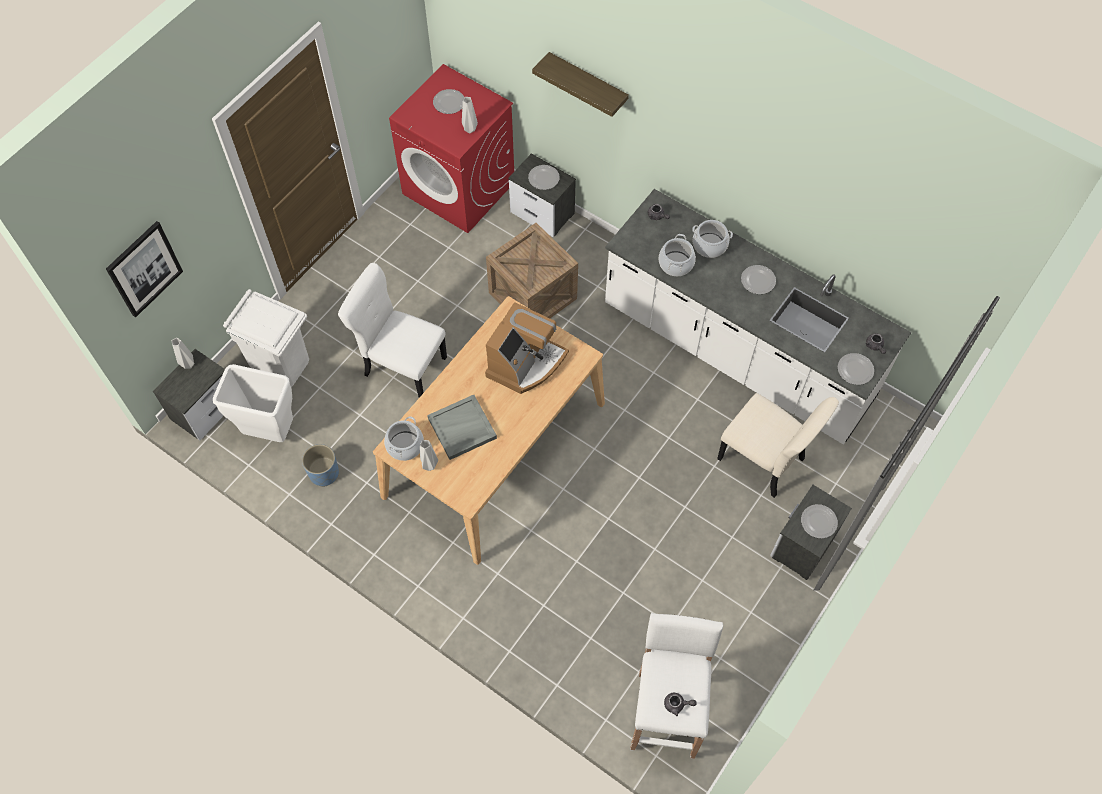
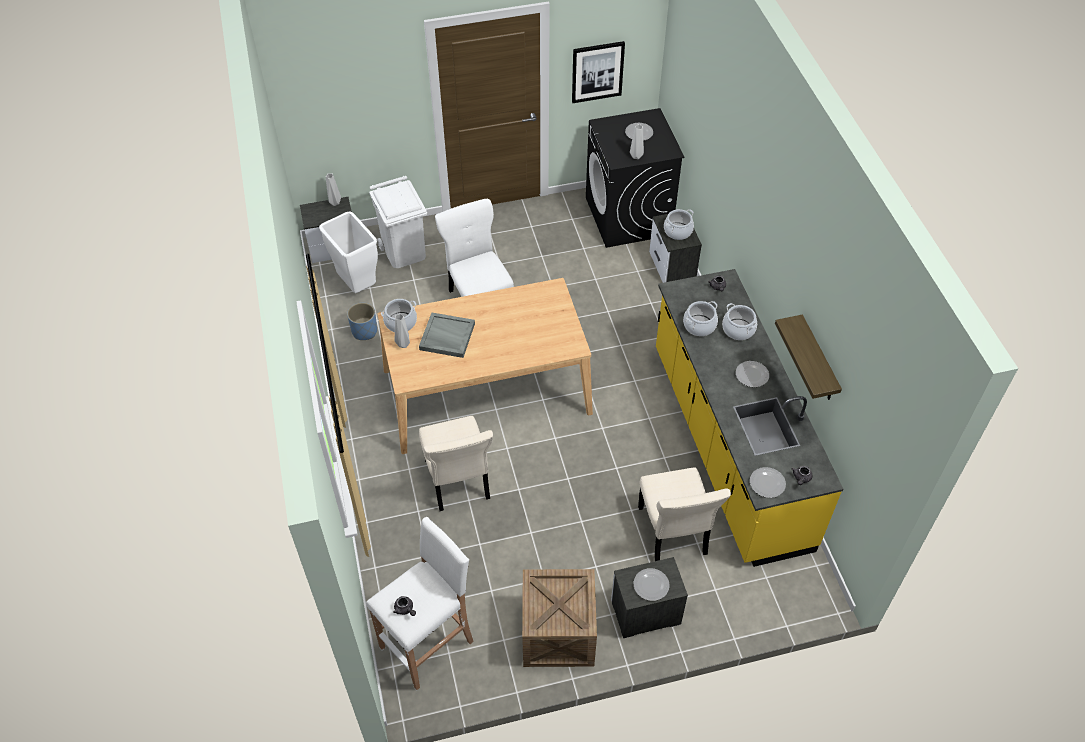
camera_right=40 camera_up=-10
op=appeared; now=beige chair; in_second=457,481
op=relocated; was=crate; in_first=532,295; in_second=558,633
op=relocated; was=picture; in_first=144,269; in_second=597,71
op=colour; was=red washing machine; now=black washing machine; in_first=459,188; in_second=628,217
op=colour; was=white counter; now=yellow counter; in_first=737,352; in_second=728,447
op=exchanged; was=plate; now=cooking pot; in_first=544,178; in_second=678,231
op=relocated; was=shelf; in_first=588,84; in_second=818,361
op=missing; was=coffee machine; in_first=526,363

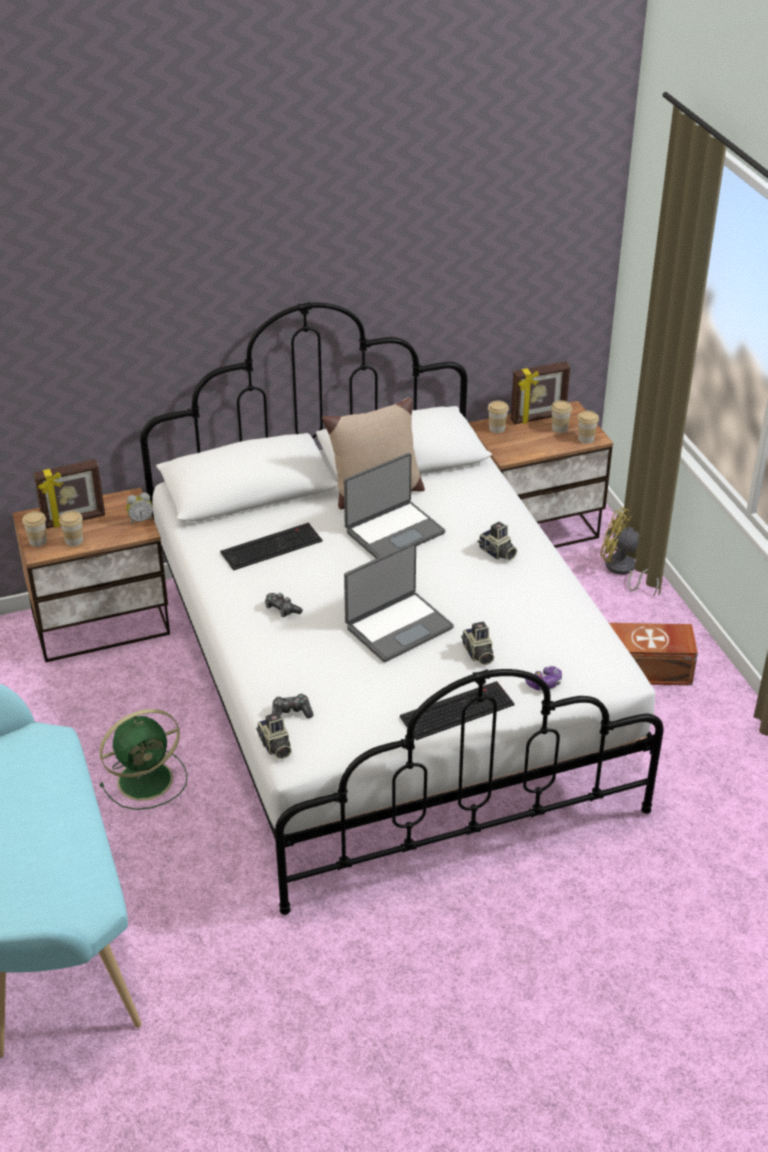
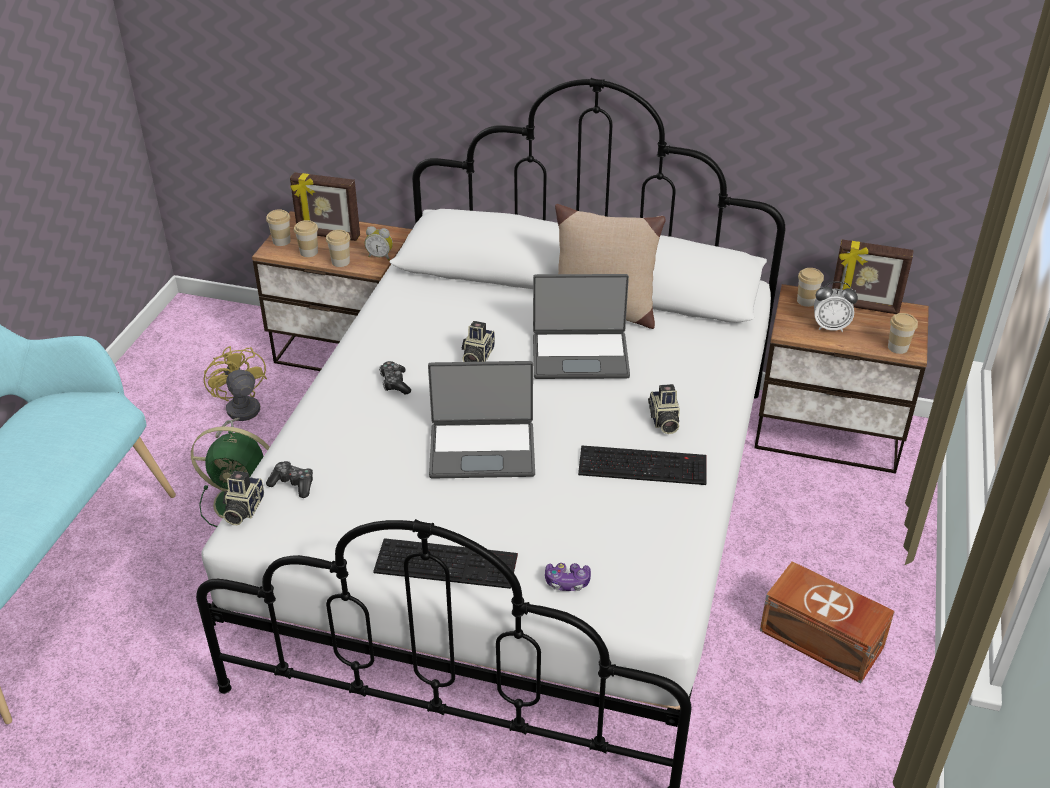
camera_right=35 camera_up=0
op=relocated; was=yellow fan; in_first=622,570; in_second=239,416
op=relocated; was=cup; in_first=559,428; in_second=340,262
op=relocated; was=photo camera; in_first=477,654; in_second=476,356
op=relocated; was=keyboard; in_first=272,546; in_second=644,465
op=appeared; now=alarm clock; in_second=830,327

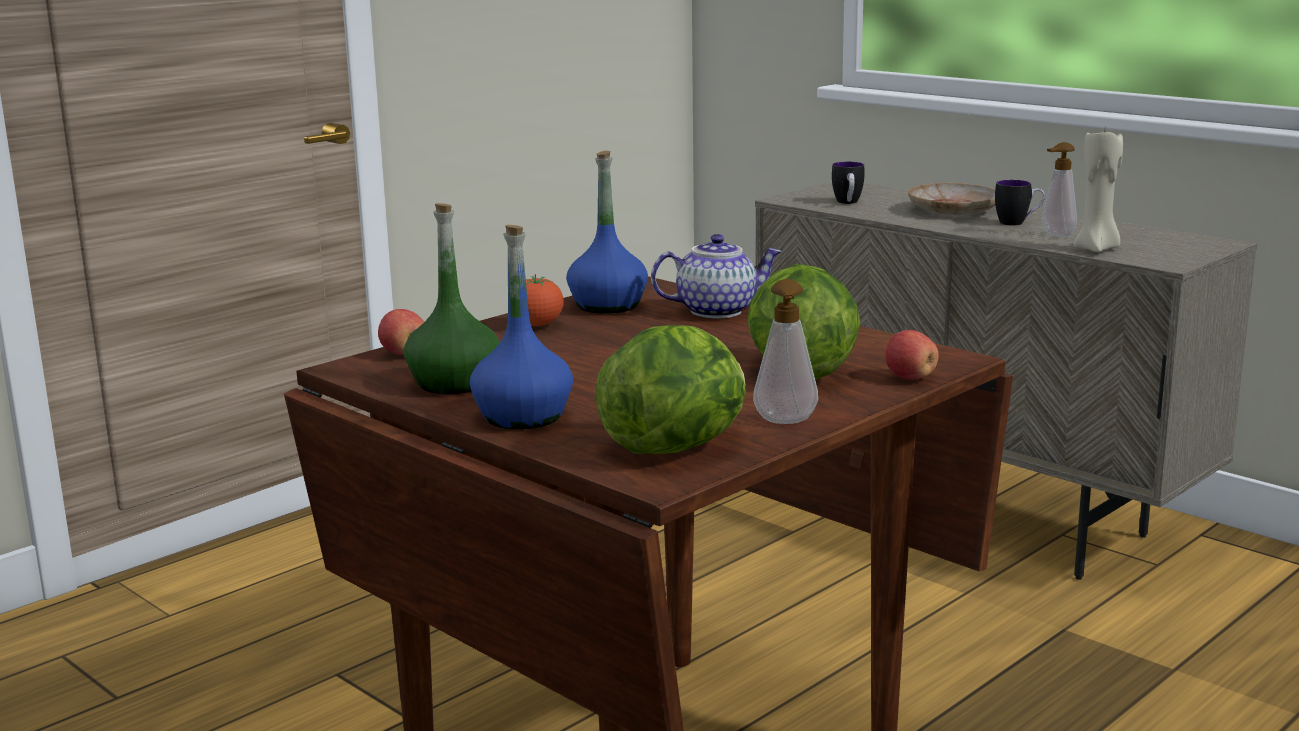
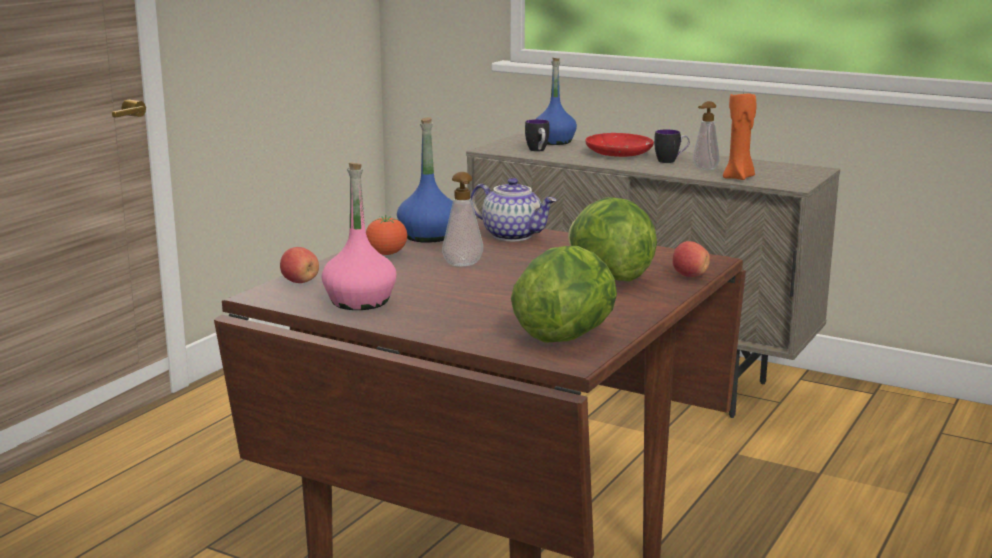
camera_right=-15 camera_up=0
op=colour; was=green bottle; now=pink bottle; in_first=454,383; in_second=360,301
op=relocated; was=soap dispenser; in_first=785,422; in_second=463,265
op=spun; was=teapot; in_first=717,310; in_second=513,235; clockwise=60
op=relocated; was=blue bottle; in_first=523,416; in_second=554,141
op=colour; was=beige plate; now=red plate; in_first=954,210; in_second=619,153
op=colour; was=beige candle; now=orange candle; in_first=1097,249; in_second=739,178

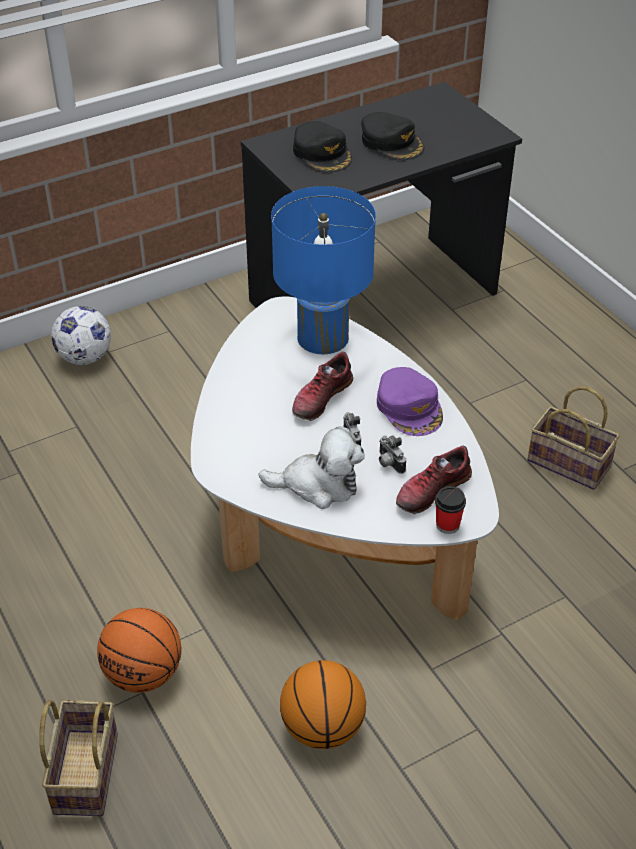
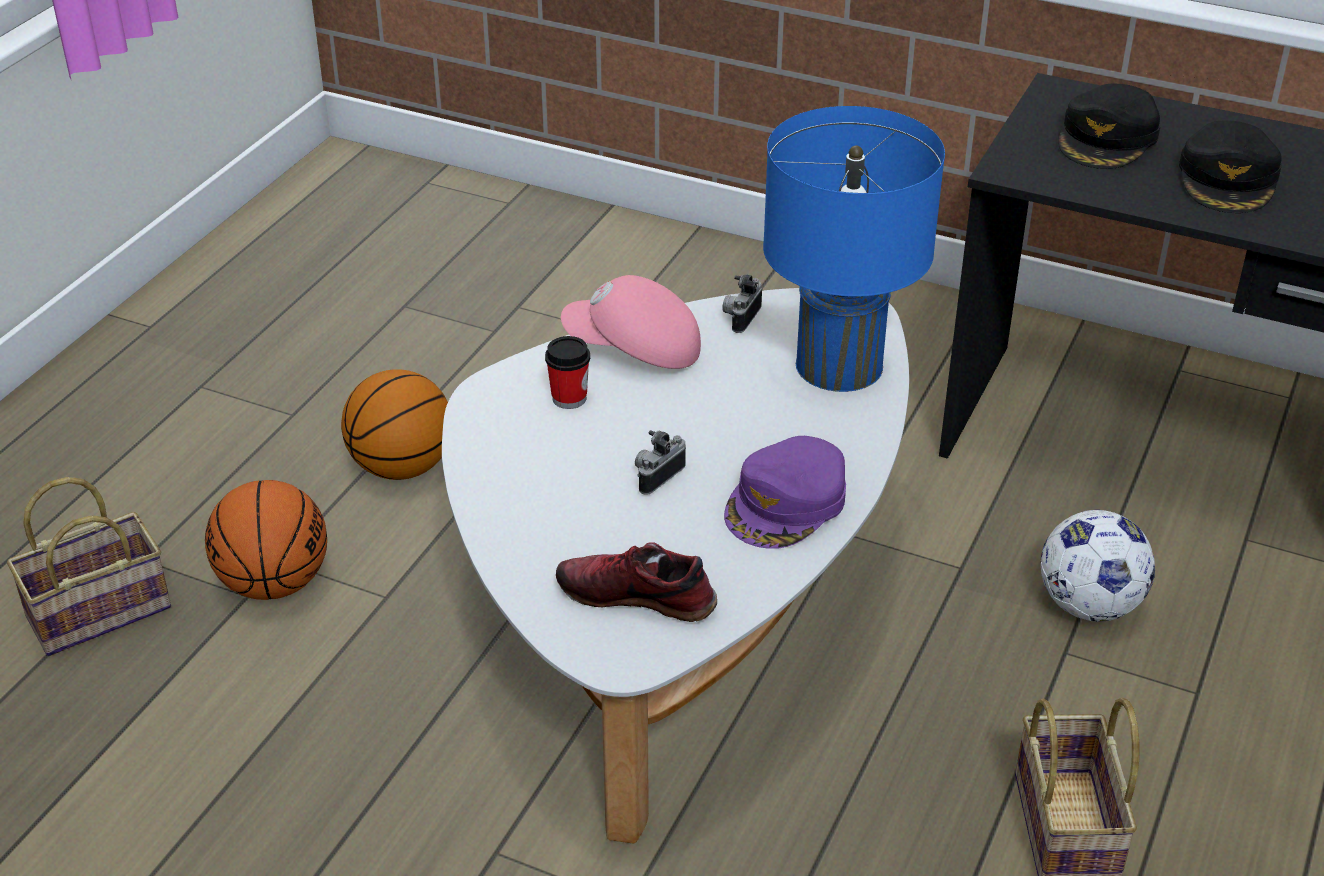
camera_right=55 camera_up=-5
op=relocated; was=basketball; in_first=322,728; in_second=401,467
op=relocated; was=cup; in_first=447,525; in_second=569,398
op=appeared; now=pink cap; in_second=634,350
op=relocated; was=photo camera; in_first=388,463; in_second=740,317
op=relocated; was=football; in_first=85,357; in_second=1089,606
op=missing; was=plush toy; in_first=318,485
op=missing; was=shoe; in_first=321,397

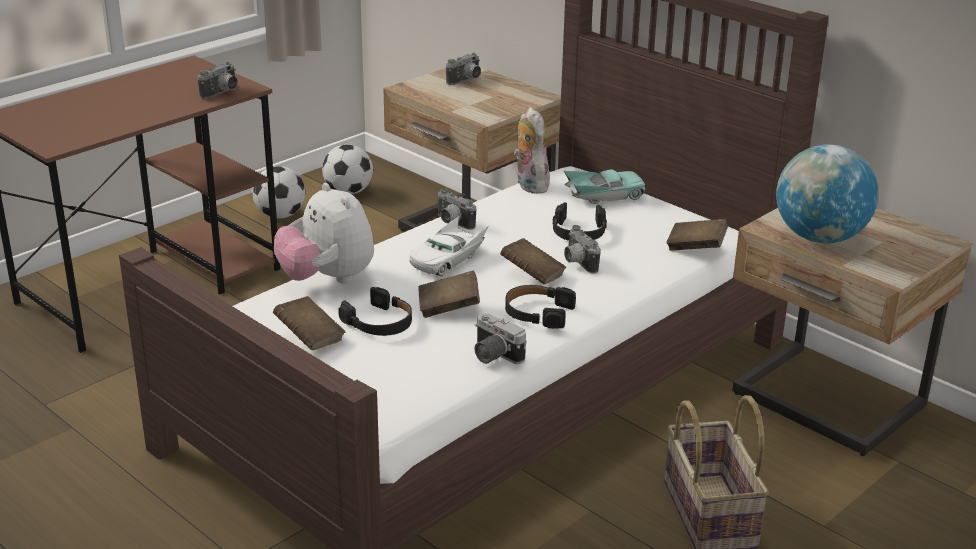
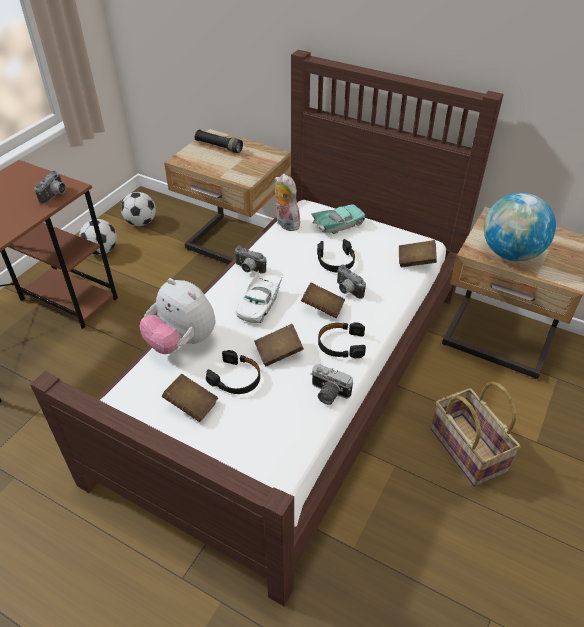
camera_right=-15 camera_up=15
op=exchanged; was=photo camera; now=black flashlight; in_first=466,81; in_second=219,147

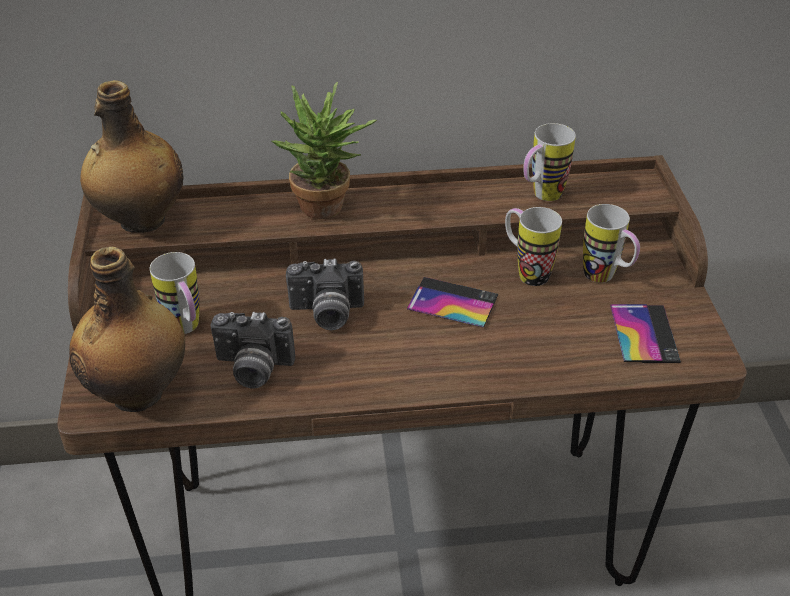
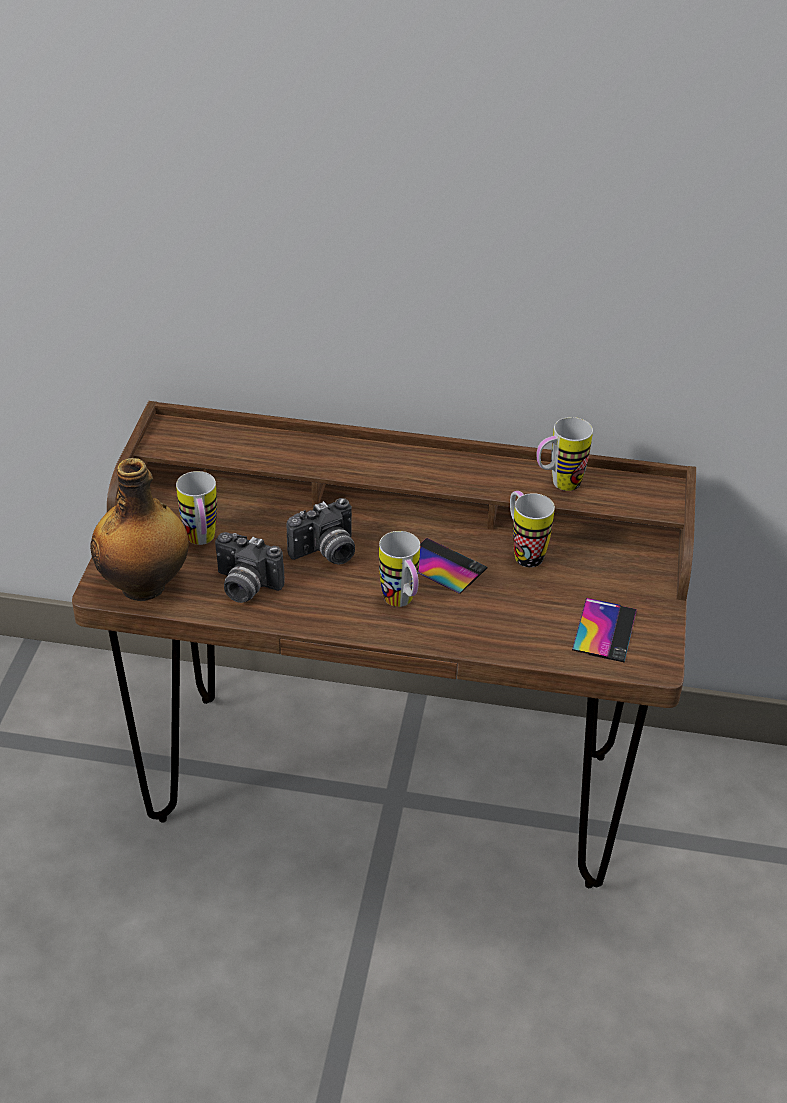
camera_right=15 camera_up=0
op=spun; was=photo camera; in_first=326,314; in_second=326,553; clockwise=-45
op=relocated; was=mug; in_first=606,278; in_second=402,603
op=missing; was=bottle; in_first=141,221
op=missing; was=potted plant; in_first=327,211

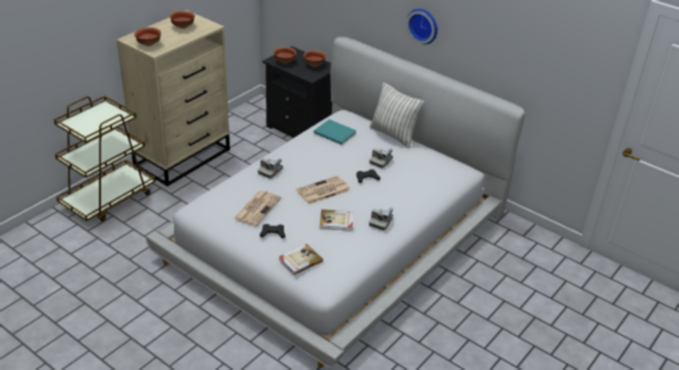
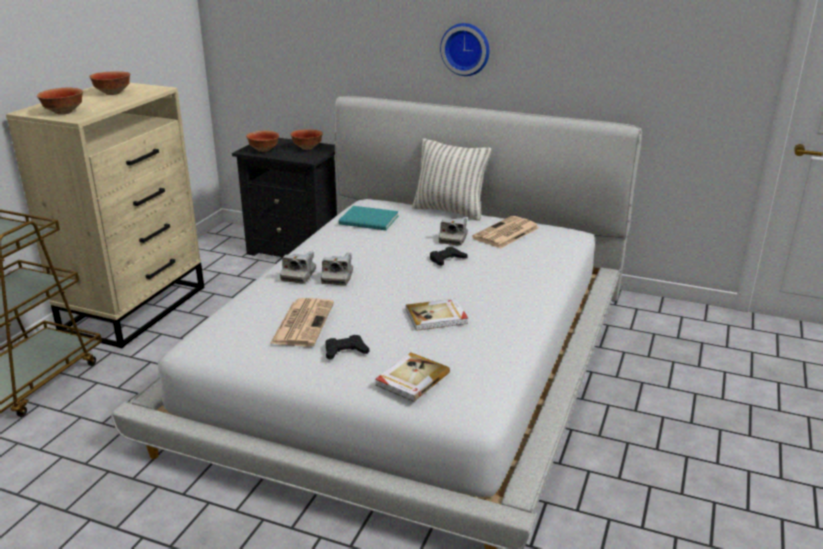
camera_right=-15 camera_up=-10
op=relocated; was=photo camera; in_first=381,222; in_second=337,277
op=relocated; was=newspaper; in_first=323,191; in_second=506,233

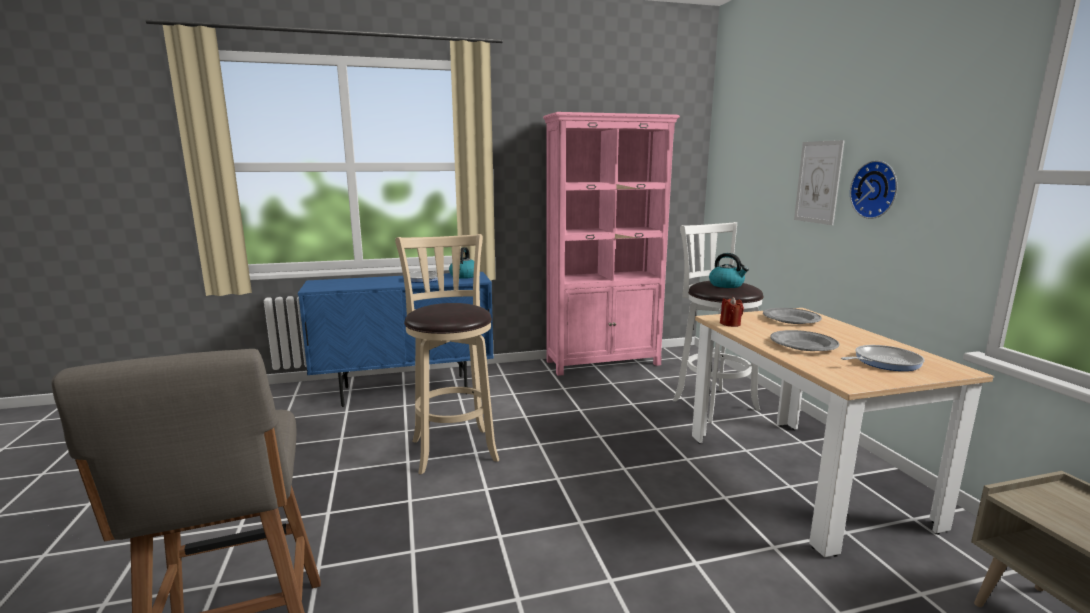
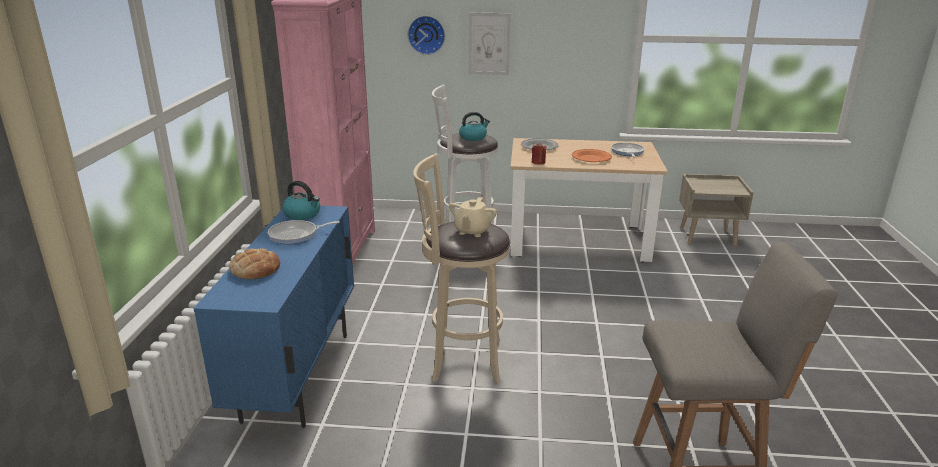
camera_right=-70 camera_up=10
op=appeared; now=bread; in_second=255,269
op=relocated; was=wall clock; in_first=876,189; in_second=426,34
op=appeared; now=beige teapot; in_second=472,231
op=colour; was=grey plate; now=orange plate; in_first=803,345; in_second=591,158

